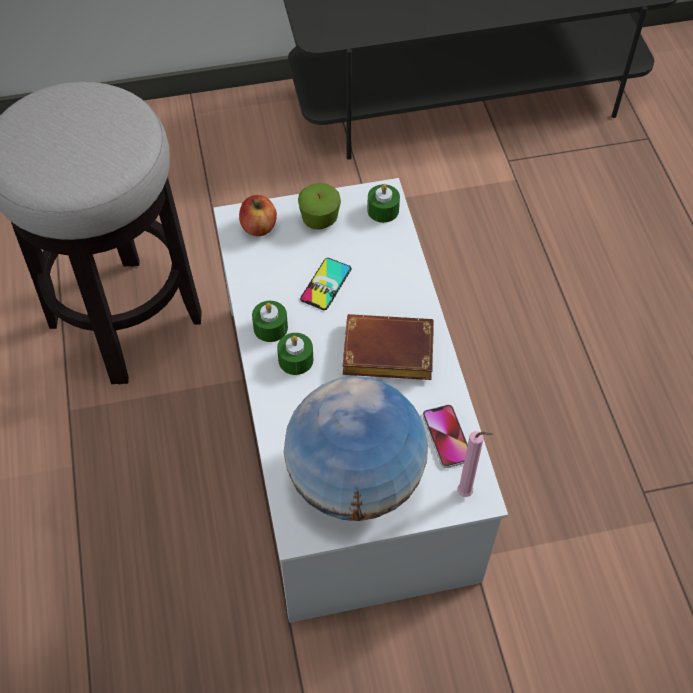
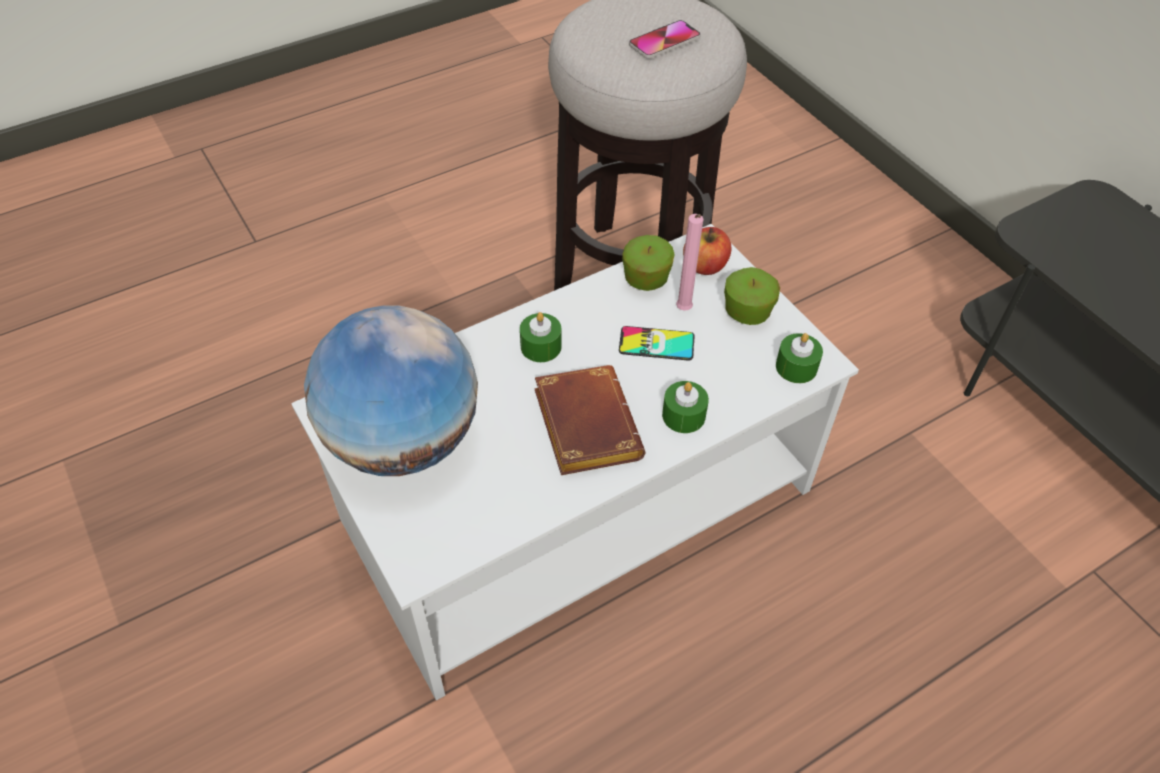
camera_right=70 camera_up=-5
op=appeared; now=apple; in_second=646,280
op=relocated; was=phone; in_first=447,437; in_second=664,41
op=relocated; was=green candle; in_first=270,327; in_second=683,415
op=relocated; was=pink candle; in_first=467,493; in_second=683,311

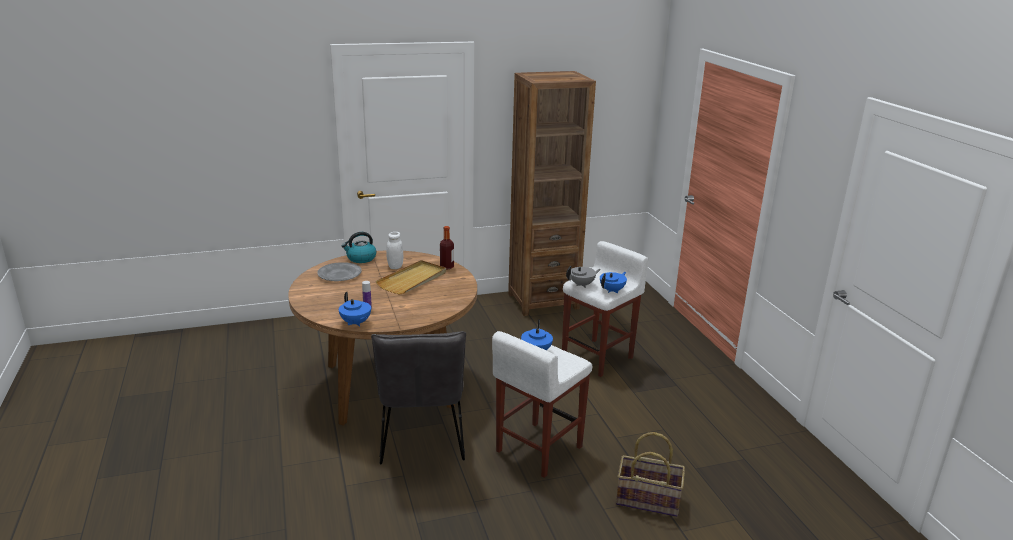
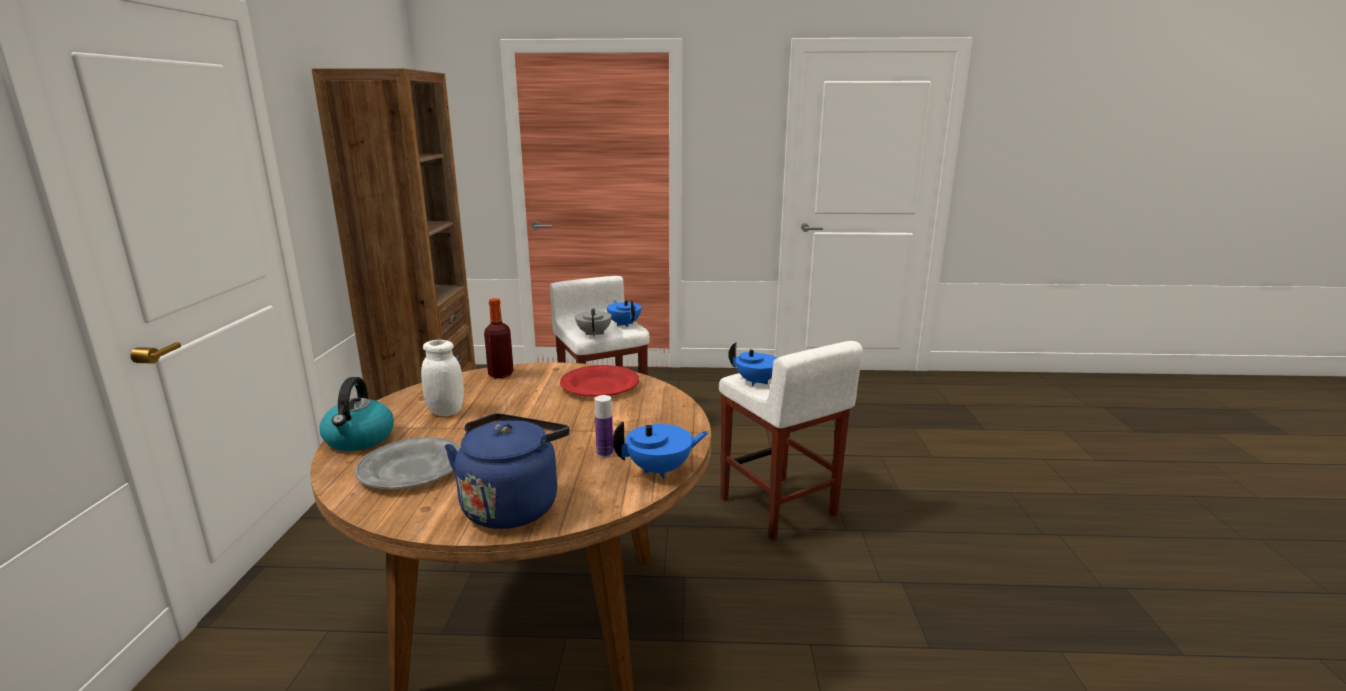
camera_right=-70 camera_up=-5
op=appeared; now=blue kettle; in_second=513,505
op=appeared; now=red plate; in_second=599,386
op=missing; was=grey chair; in_first=421,440
op=missing; was=beige tray; in_first=413,280
op=missing; was=basket; in_first=648,499

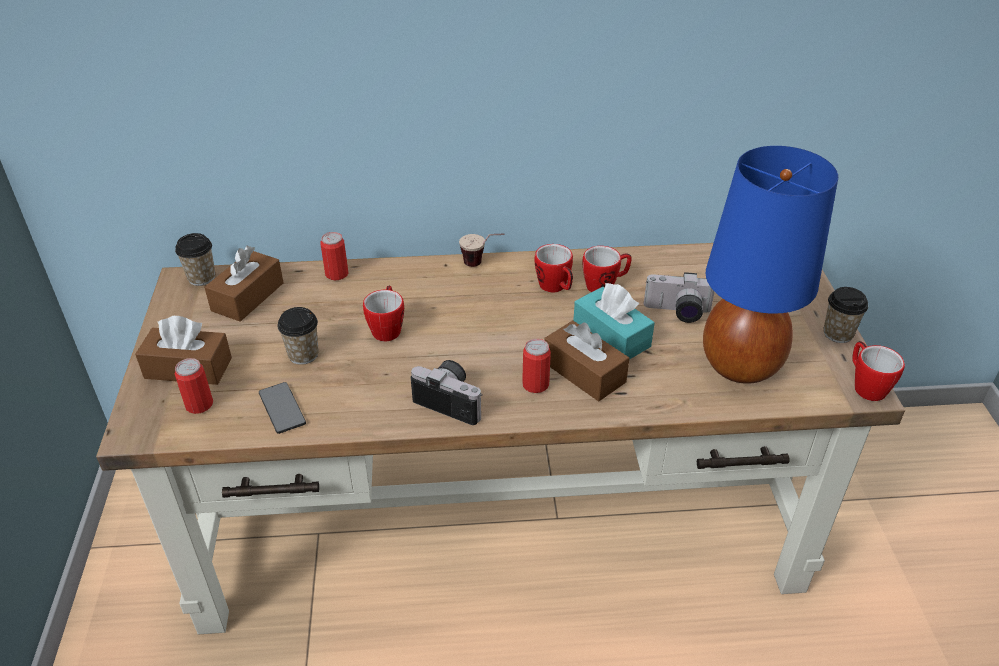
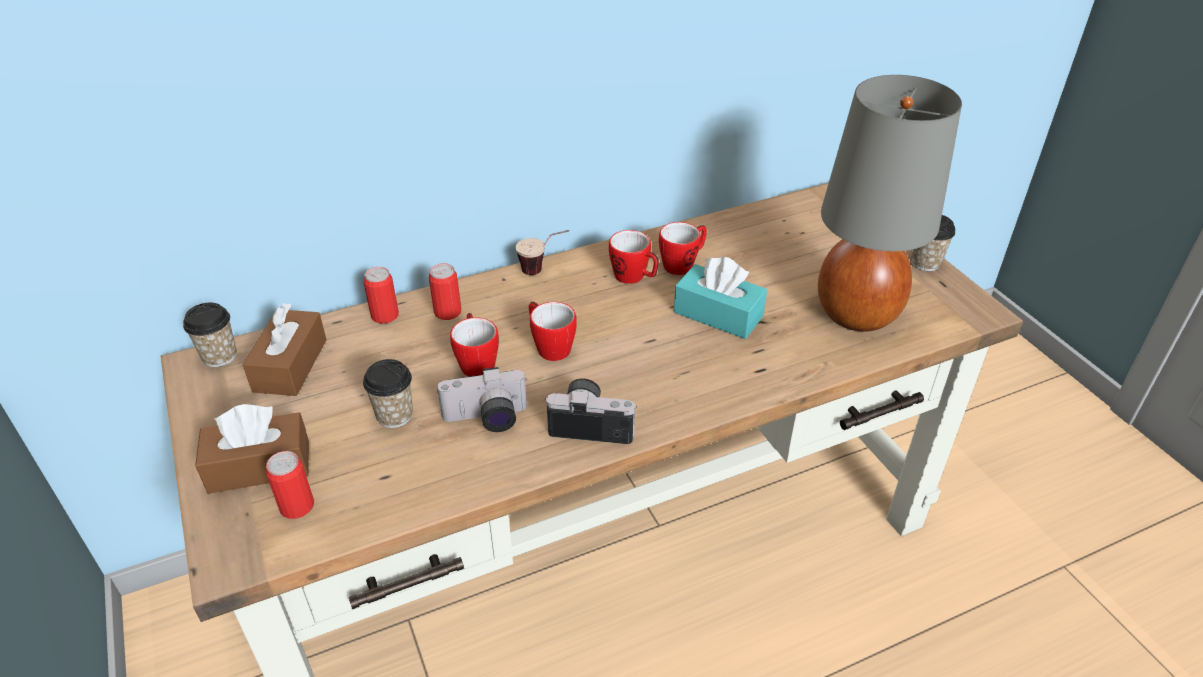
camera_right=-20 camera_up=0
op=relocated; was=can; in_first=535,384; in_second=448,312
op=relocated; was=photo camera; in_first=677,312; in_second=486,419
op=relocated; was=mug; in_first=865,386; in_second=549,346
op=colour; was=blue table lamp; now=grey table lamp; in_first=741,366; in_second=858,314
op=missing; was=phone; in_first=282,408
op=missing; was=brown tissue box; in_first=584,372

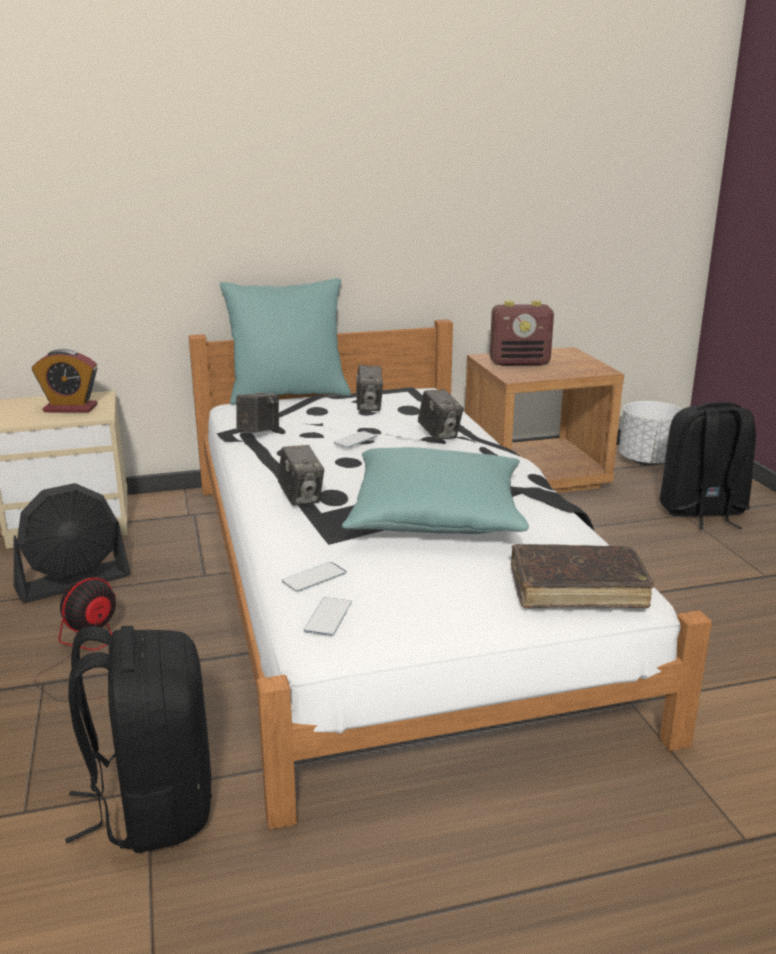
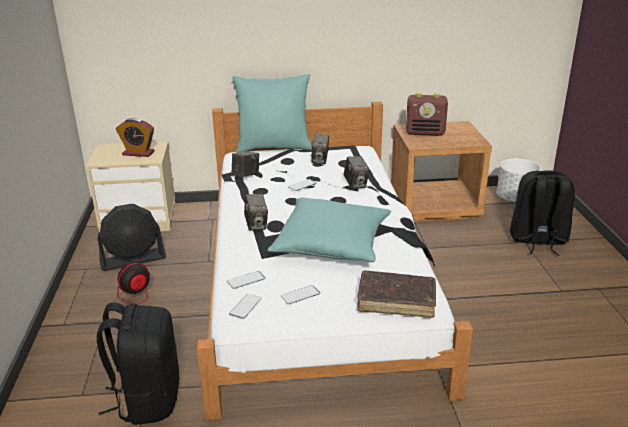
camera_right=10 camera_up=5
op=appeared; now=phone; in_second=300,295

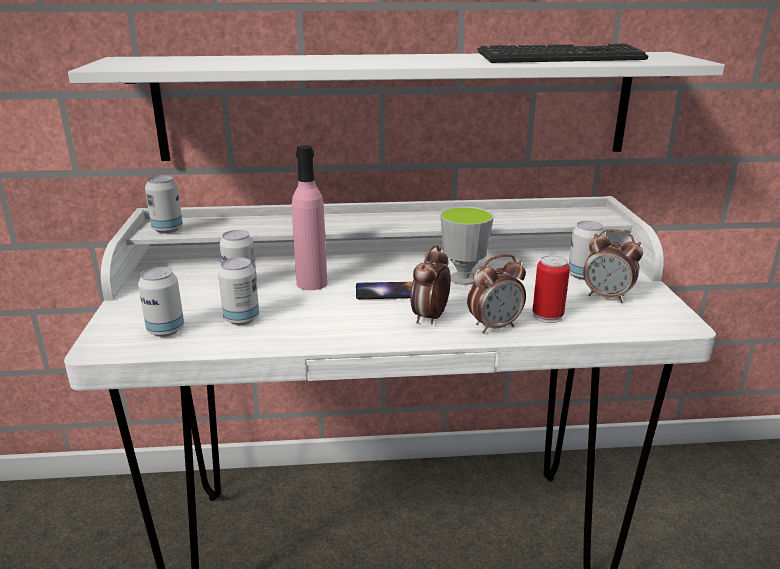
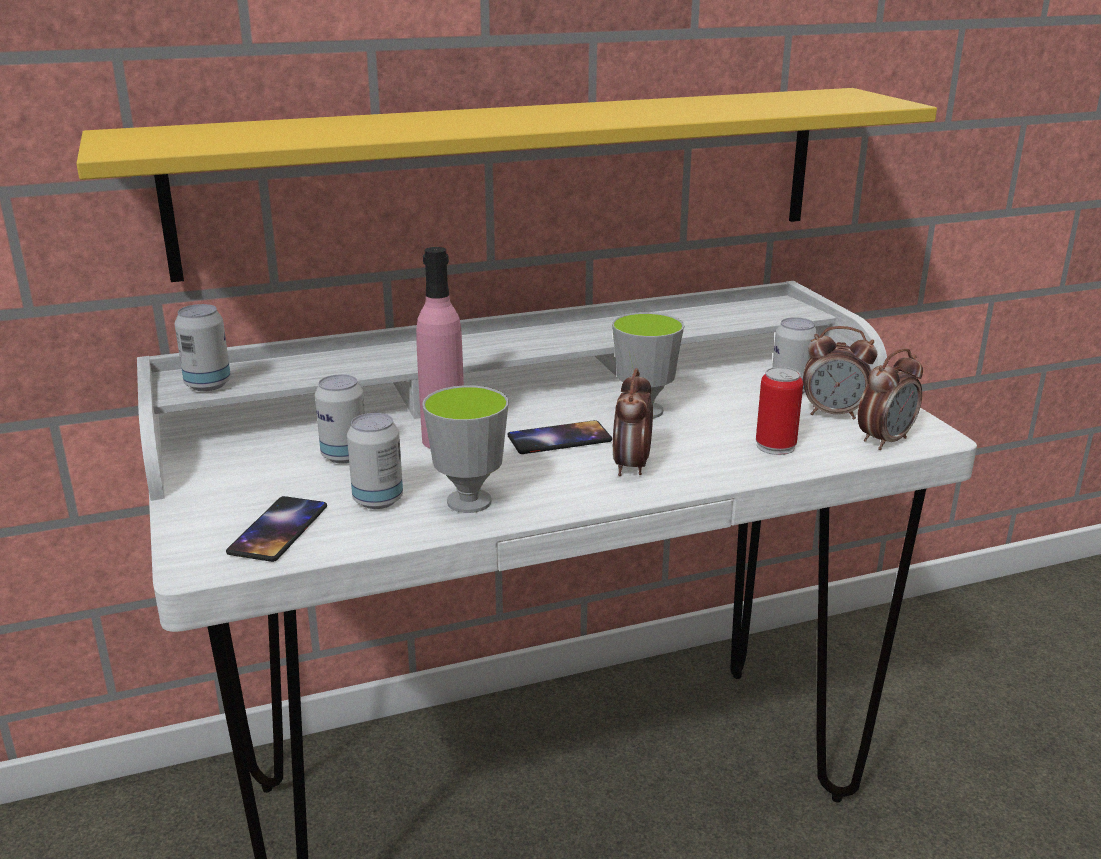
camera_right=-15 camera_up=0
op=colour; was=white shelf; now=yellow shelf; in_first=397,106; in_second=512,179
op=exchanged; was=can; now=phone; in_first=166,330; in_second=279,529
op=appeared; now=cup; in_second=469,502
op=relocated; was=alarm clock; in_first=494,326; in_second=885,441
op=missing; was=keyboard; in_first=560,58

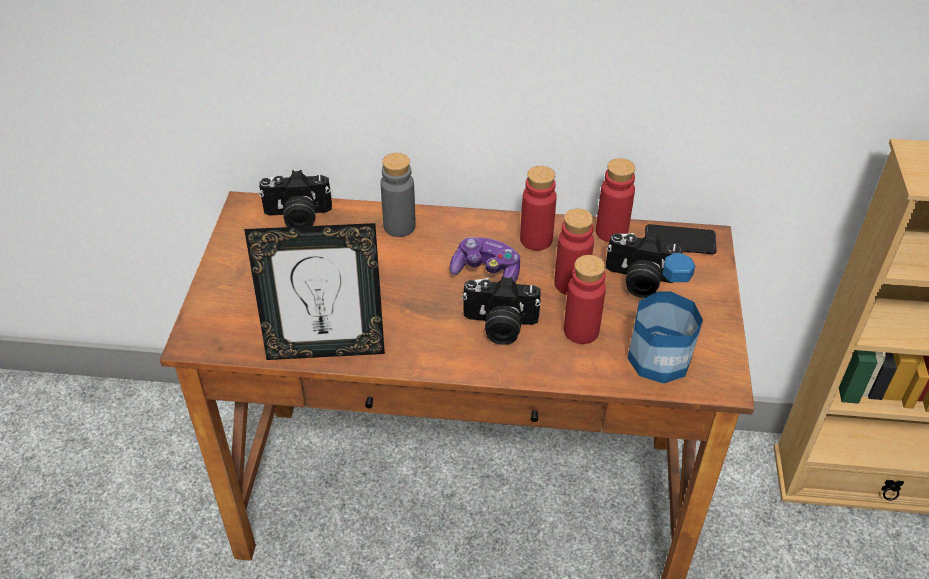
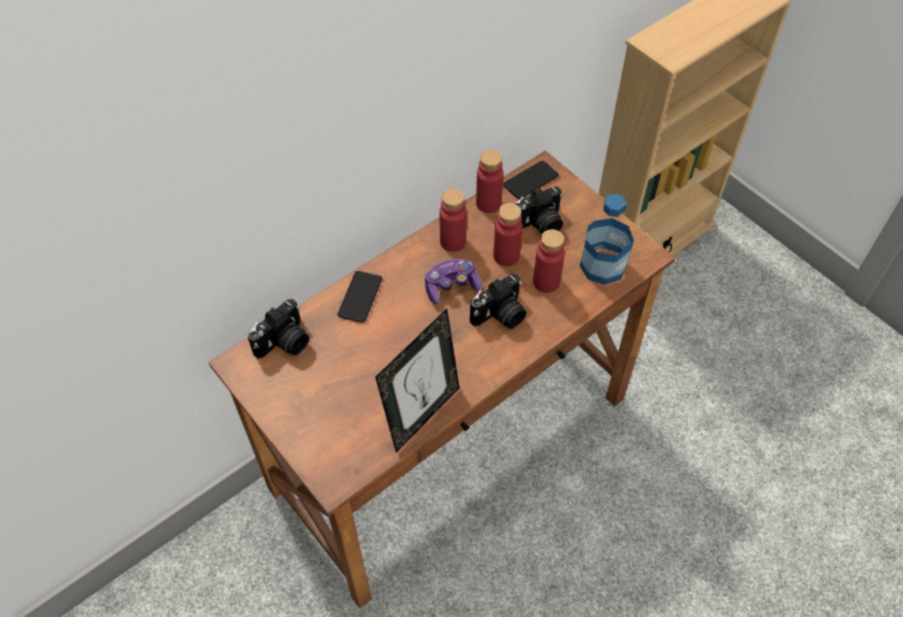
camera_right=-45 camera_up=10
op=exchanged; was=grey bottle; now=phone; in_first=399,226; in_second=360,297

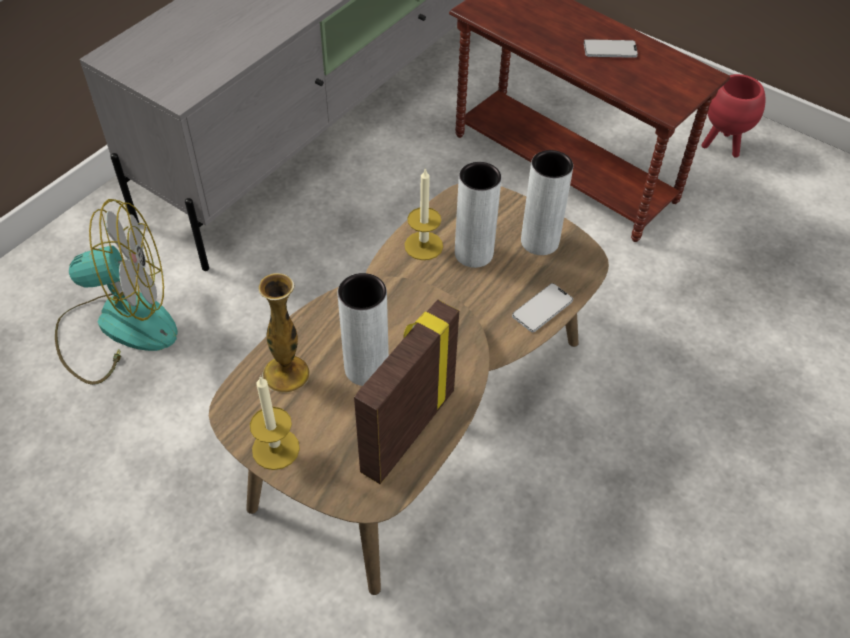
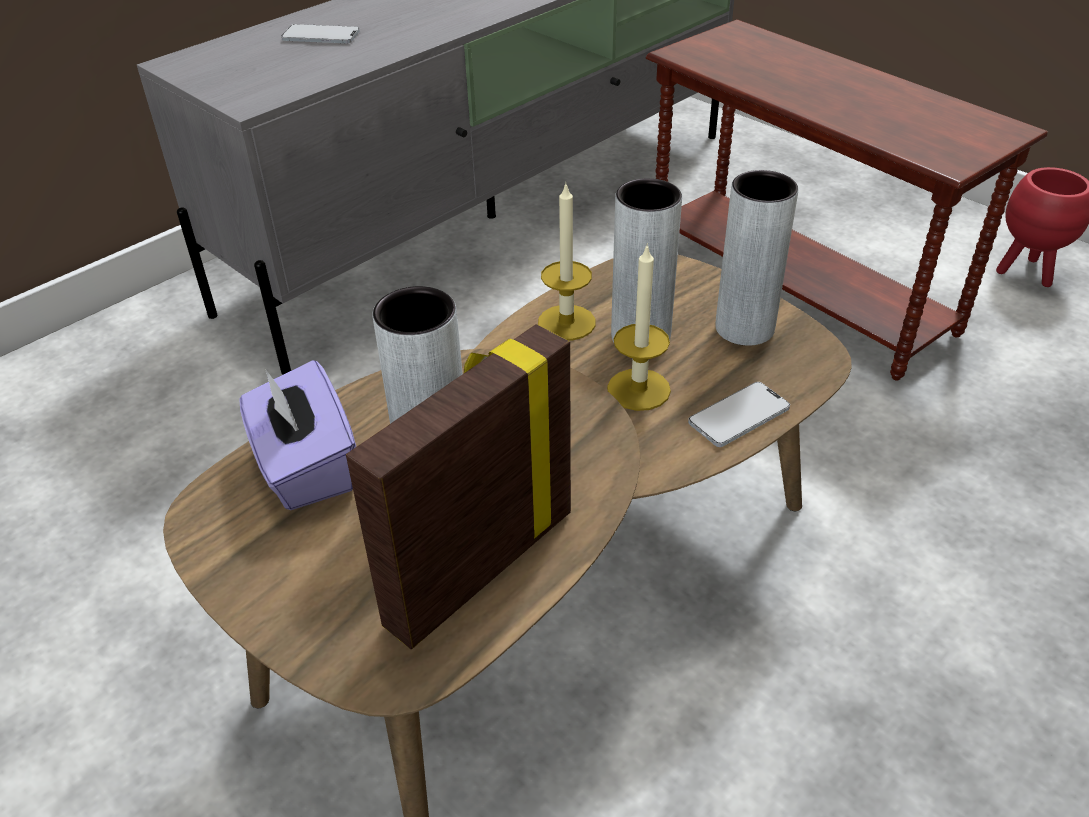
camera_right=10 camera_up=-10
op=exchanged; was=vase; now=purple tissue box; in_first=286,374; in_second=306,467
op=relocated; was=phone; in_first=610,50; in_second=321,36
op=relocated; was=candle; in_first=275,449; in_second=638,389
op=missing; was=fan; in_first=118,326

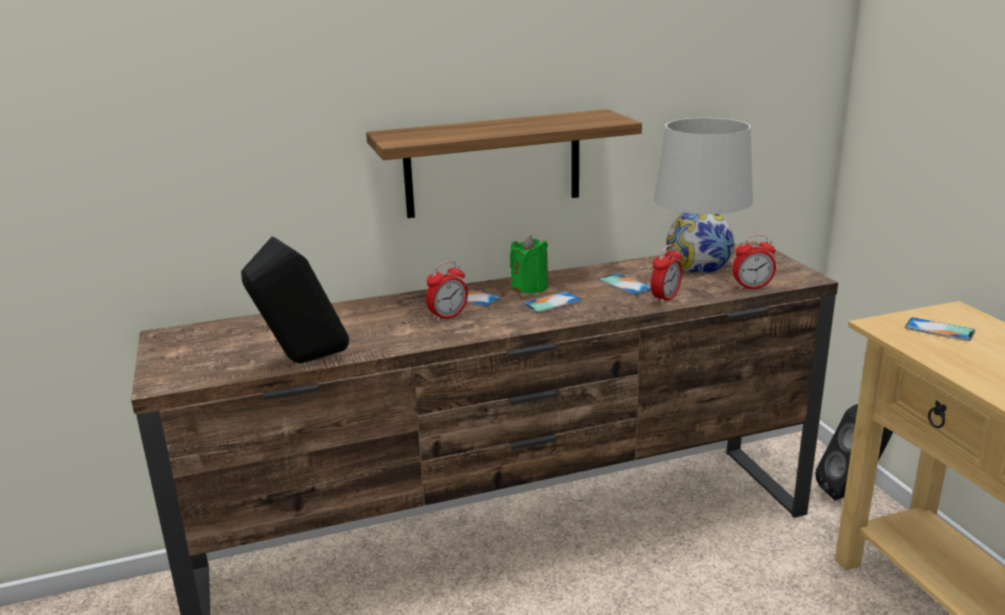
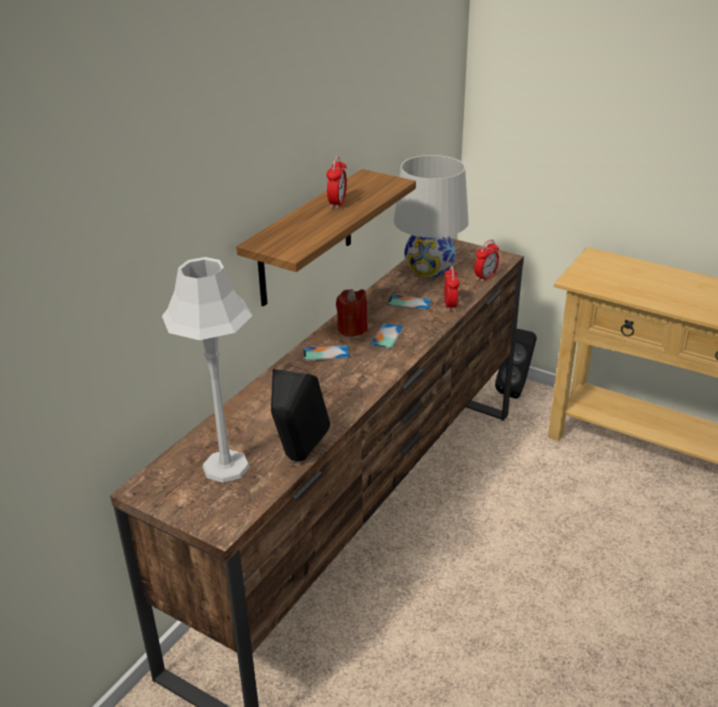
camera_right=-40 camera_up=10
op=appeared; now=grey table lamp; in_second=226,466
op=relocated; was=alarm clock; in_first=448,316; in_second=337,204
op=colour; was=green candle; now=red candle; in_first=529,287; in_second=352,329
op=missing; was=phone; in_first=939,329

